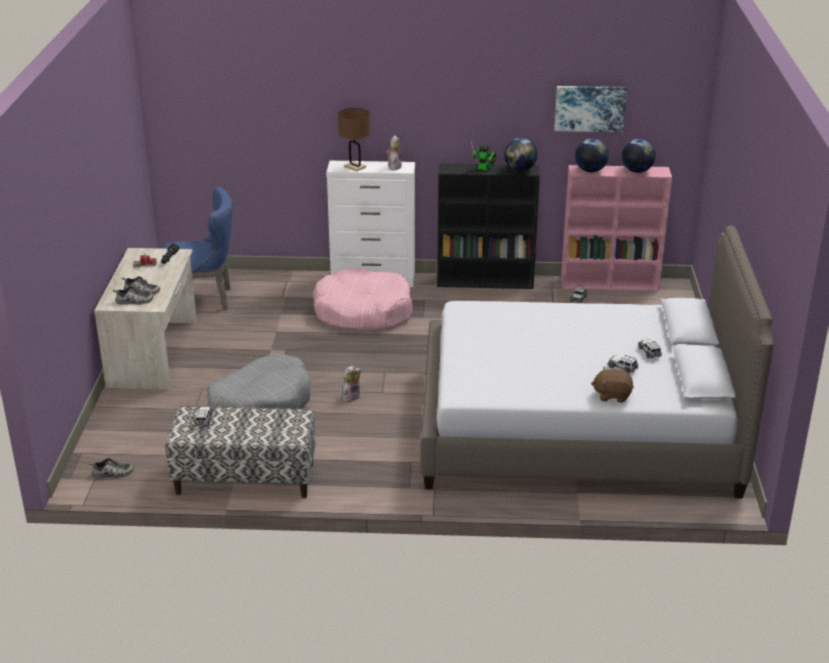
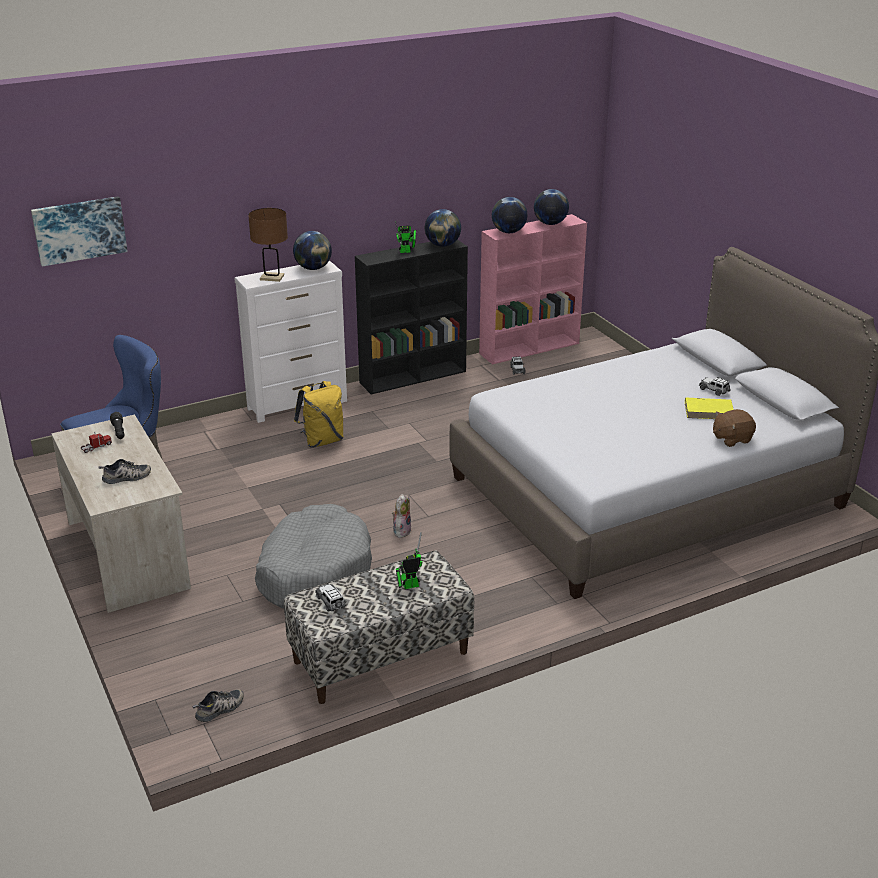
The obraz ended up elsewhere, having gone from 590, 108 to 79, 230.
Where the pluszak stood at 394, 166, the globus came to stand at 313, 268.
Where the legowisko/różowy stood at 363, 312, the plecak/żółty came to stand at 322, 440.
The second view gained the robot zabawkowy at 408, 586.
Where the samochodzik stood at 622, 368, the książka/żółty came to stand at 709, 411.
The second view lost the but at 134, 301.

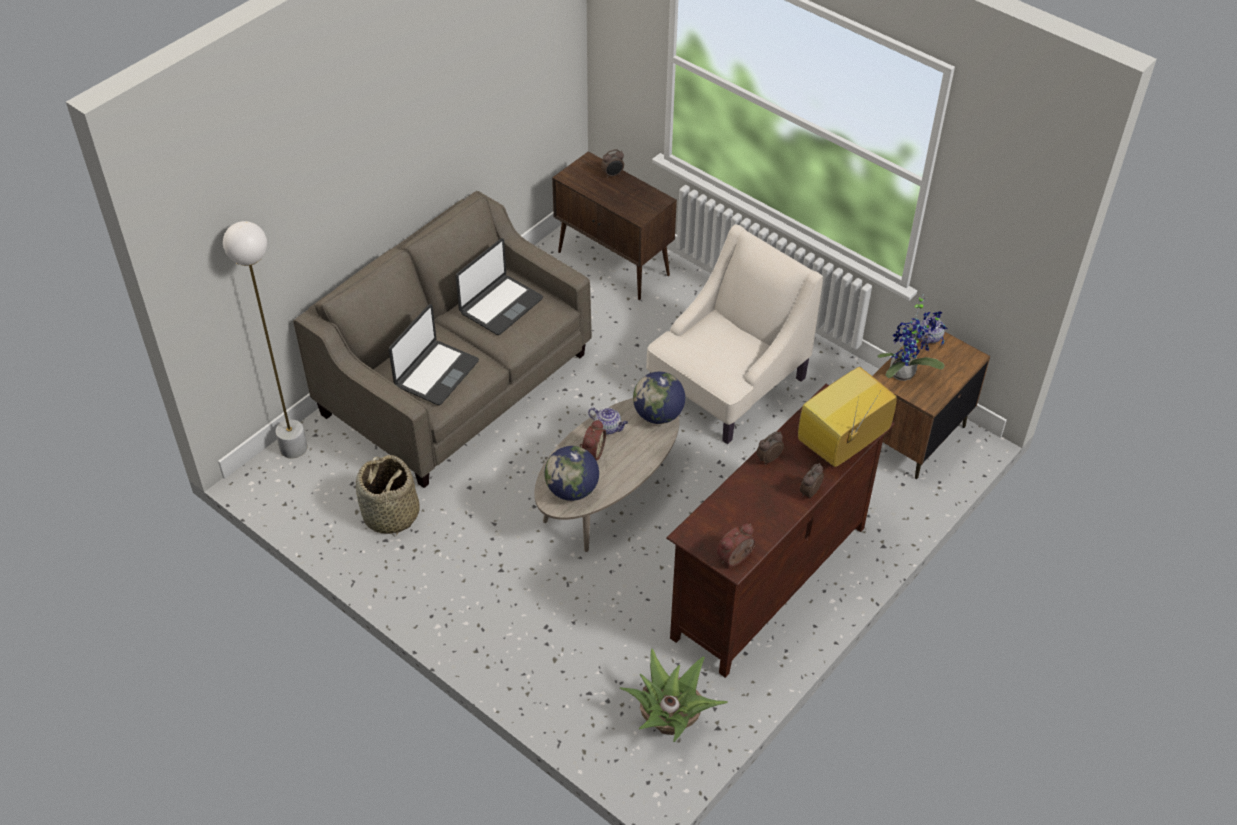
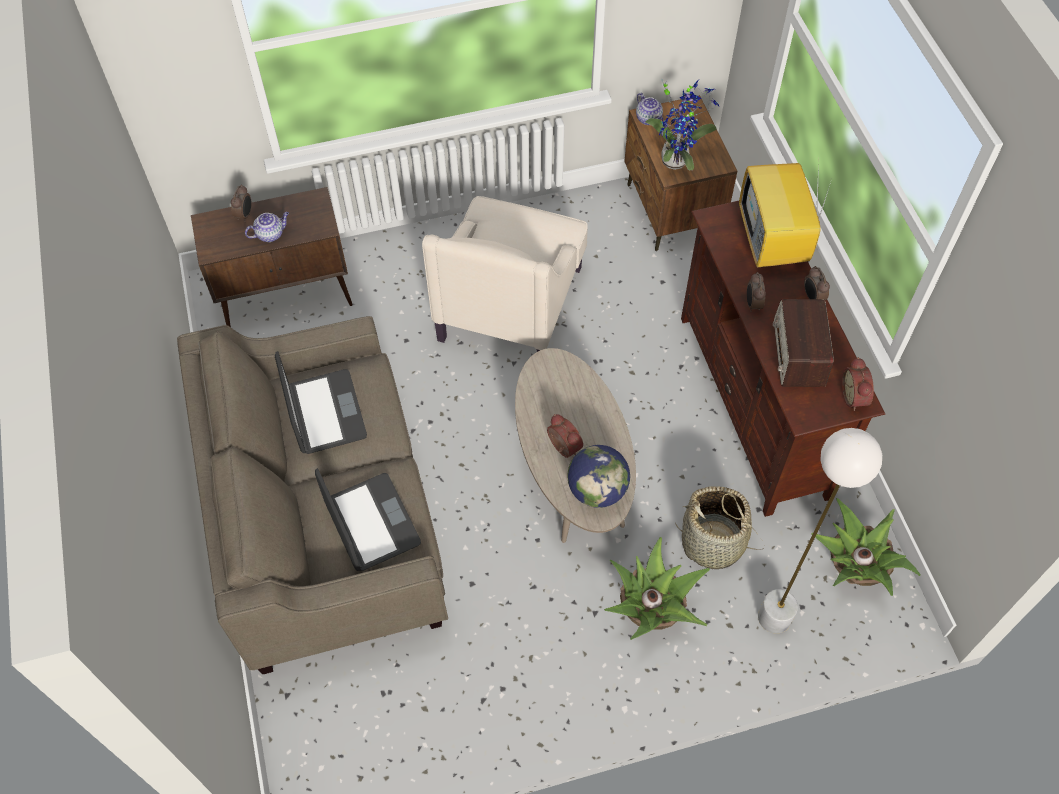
The imbryk ended up elsewhere, having gone from 608, 428 to 270, 234.
The fotel/beżowy at 726, 385 ended up facing another way, 150 degrees counterclockwise from before.
The second view gained the roślina doniczkowa at 651, 611.
The koszyk ended up elsewhere, having gone from 390, 515 to 713, 542.
The lampa stojąca/biały ended up elsewhere, having gone from 293, 448 to 774, 617.
The second view gained the radio at 798, 353.
The second view lost the globus at 658, 415.

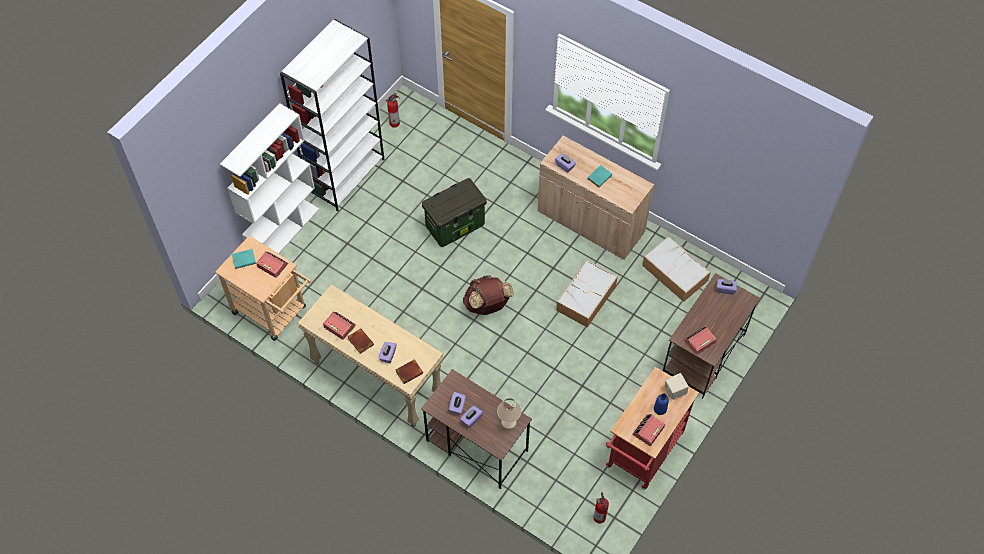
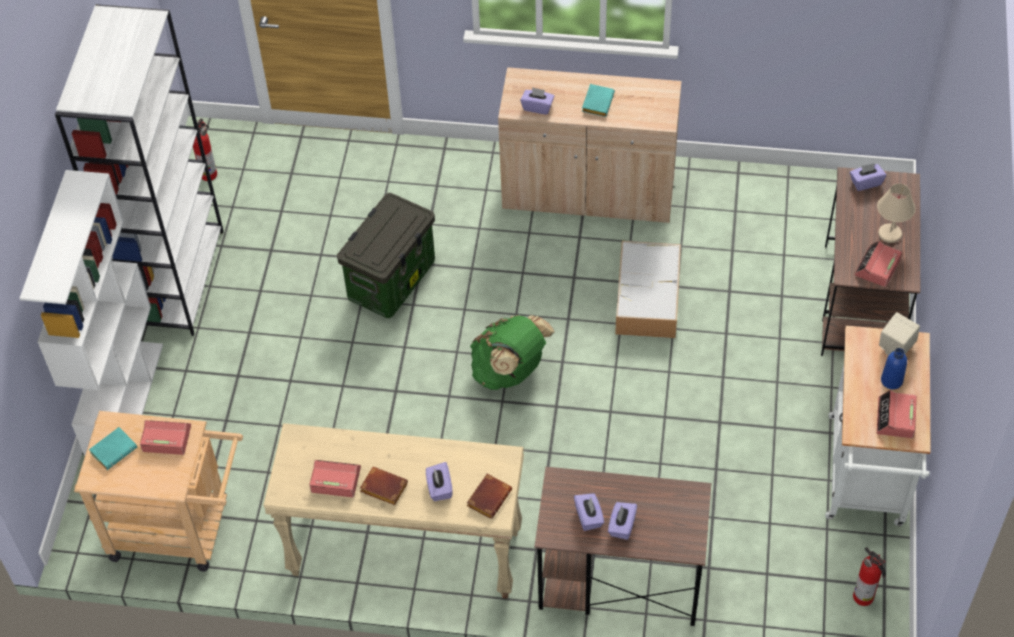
What was the plecak/brązowy at 487, 305 turned into the plecak/zielony at 510, 371.
What was the wózek/czerwony at 642, 454 turned into the wózek/biały at 866, 478.
The lampa stołowa/beżowy ended up elsewhere, having gone from 509, 422 to 890, 234.
The second view lost the pojemnik do przechowywania at 674, 272.

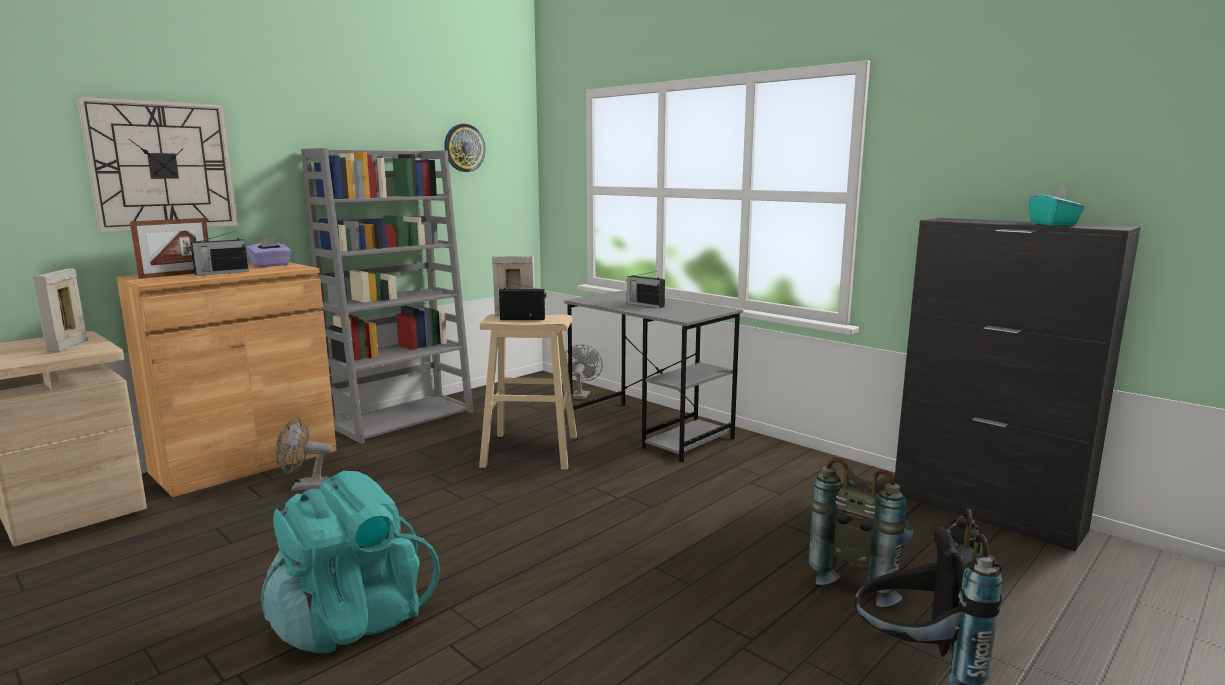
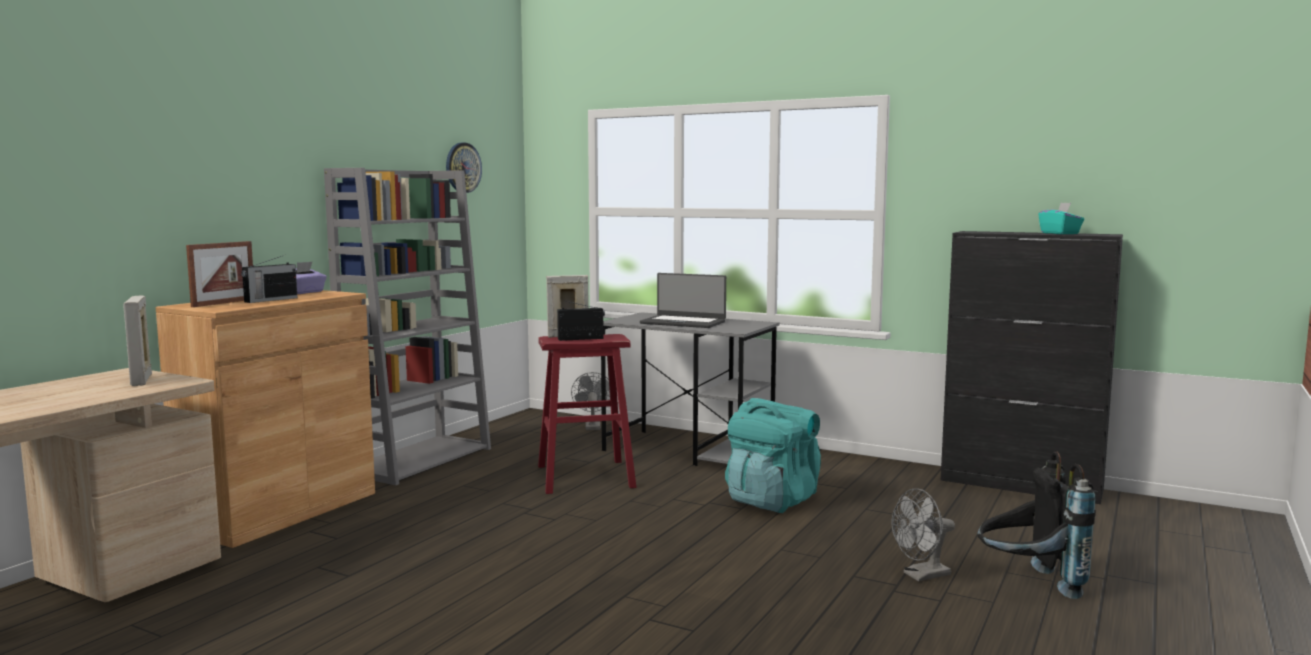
What was the stołek/beżowy at 530, 451 turned into the stołek/czerwony at 585, 476.
Where the radio stood at 644, 305, the laptop came to stand at 683, 322.
The plecak/turkusowy ended up elsewhere, having gone from 351, 621 to 771, 501.
The wentylator/szary ended up elsewhere, having gone from 304, 487 to 921, 576.
The second view lost the zegar ścienny at 162, 166.
The second view lost the plecak/szary at 861, 578.

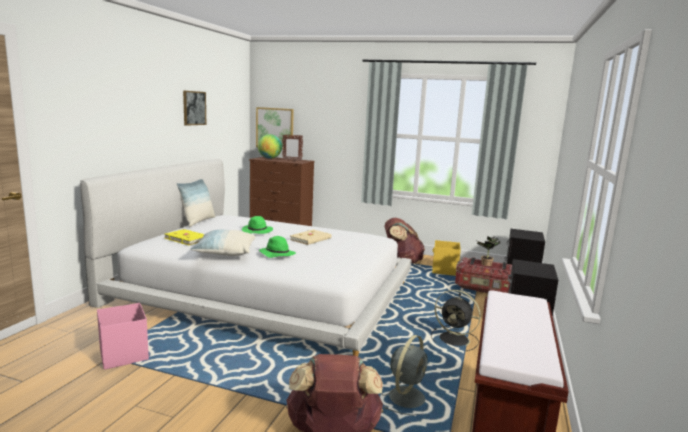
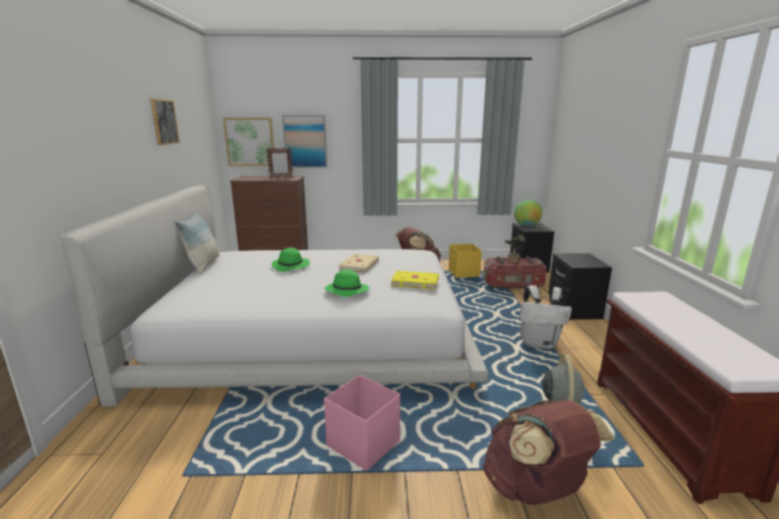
The second view gained the obraz at 305, 141.
The pojemnik do przechowywania/różowy ended up elsewhere, having gone from 124, 354 to 363, 443.
The książka/żółty ended up elsewhere, having gone from 187, 239 to 415, 282.
The globus ended up elsewhere, having gone from 269, 158 to 526, 226.
Where the wentylator/czarny stood at 455, 340, the plecak/biały came to stand at 539, 343.
The second view lost the poduszka at 225, 253.

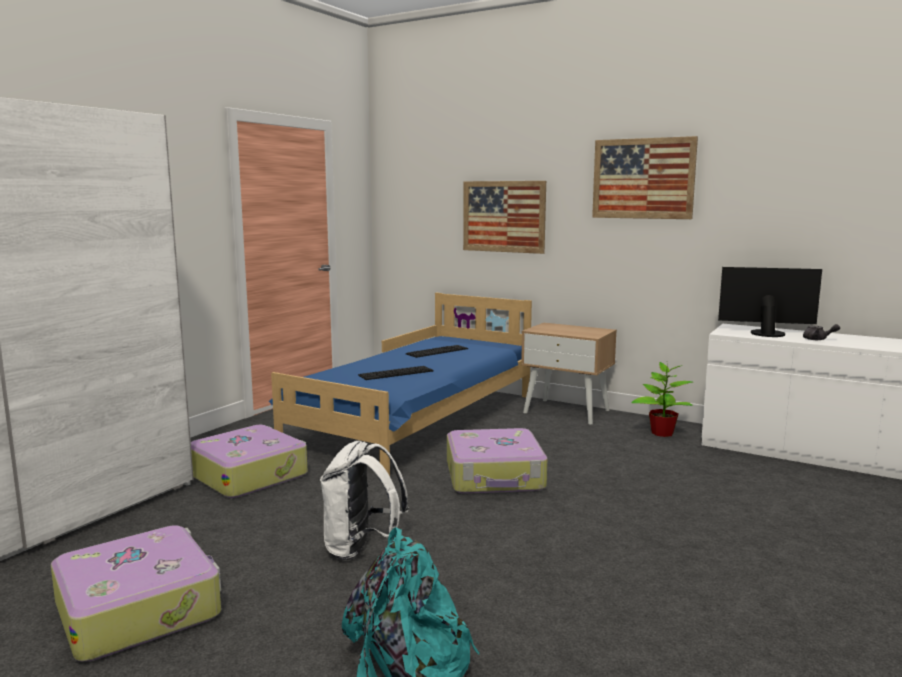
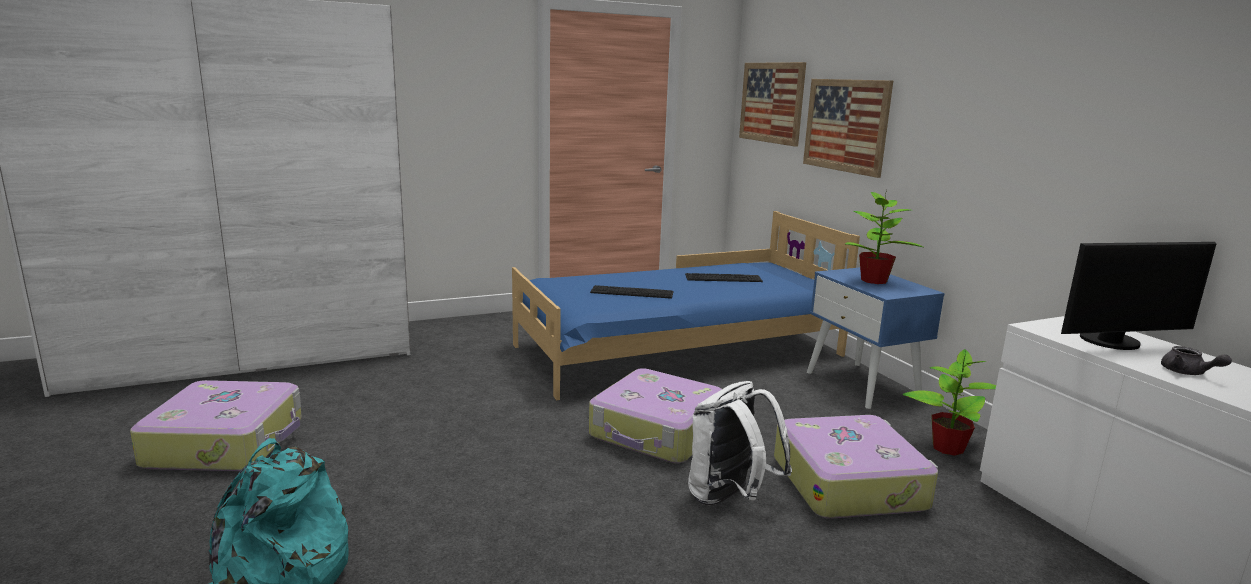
The plecak/biały ended up elsewhere, having gone from 361, 549 to 730, 498.
The obraz ended up elsewhere, having gone from 643, 178 to 771, 102.
The walizka ended up elsewhere, having gone from 249, 474 to 849, 482.
What was the szafka nocna/beżowy at 567, 411 turned into the szafka nocna/niebieski at 863, 384.
The second view gained the roślina doniczkowa at 874, 281.
The monitor at 766, 333 ended up facing another way, 120 degrees clockwise from before.

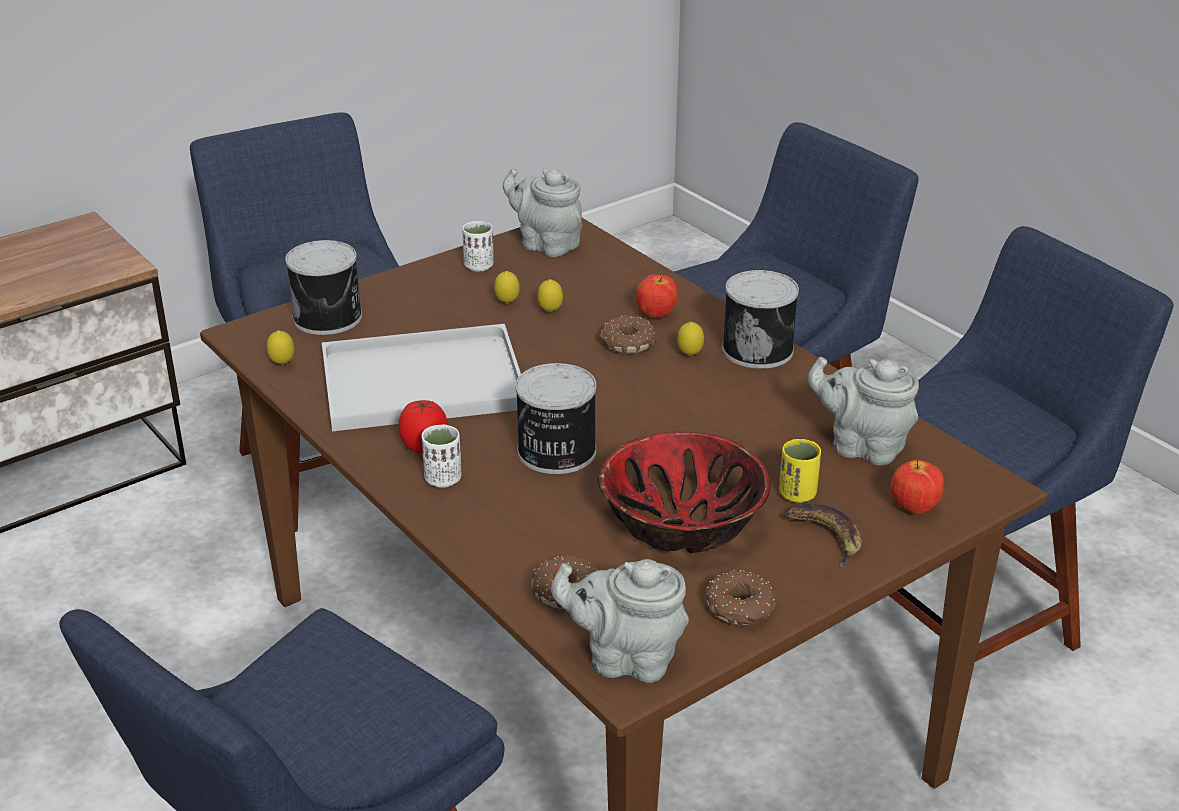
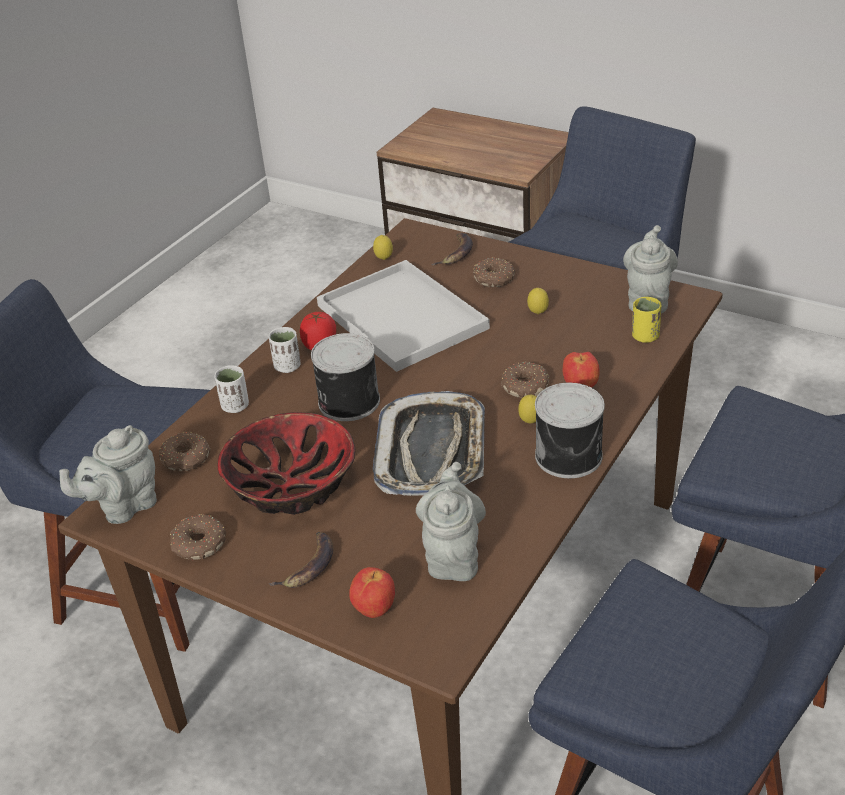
The imbryk/szary at 625, 658 ended up facing another way, 120 degrees counterclockwise from before.
The filiżanka/biały ended up elsewhere, having gone from 479, 266 to 235, 406.
The second view gained the taca at 432, 452.
Where the puszka stood at 329, 317, the banan came to stand at 456, 253.
The second view gained the donut at 494, 279.
The filiżanka/żółty ended up elsewhere, having gone from 797, 494 to 645, 336.
The second view lost the cytryna at 550, 312.

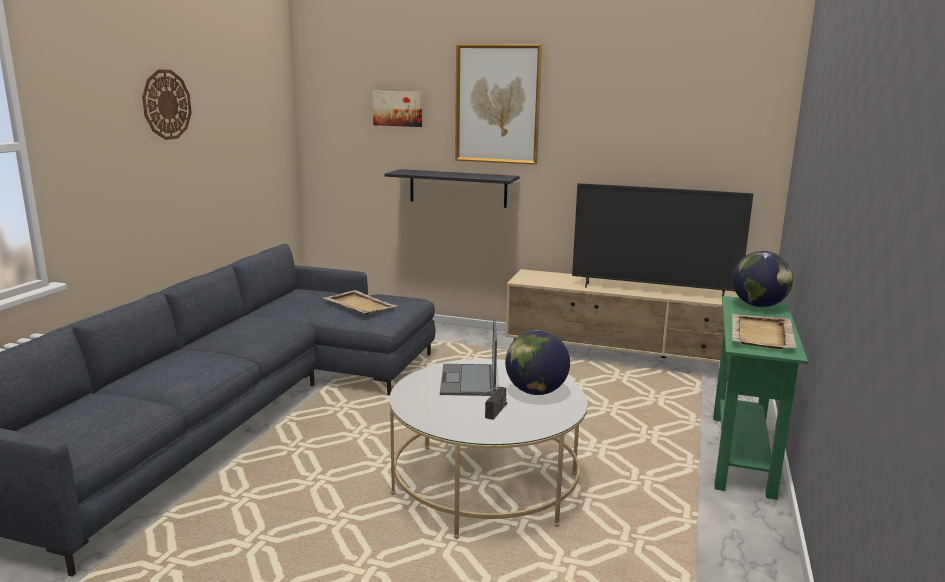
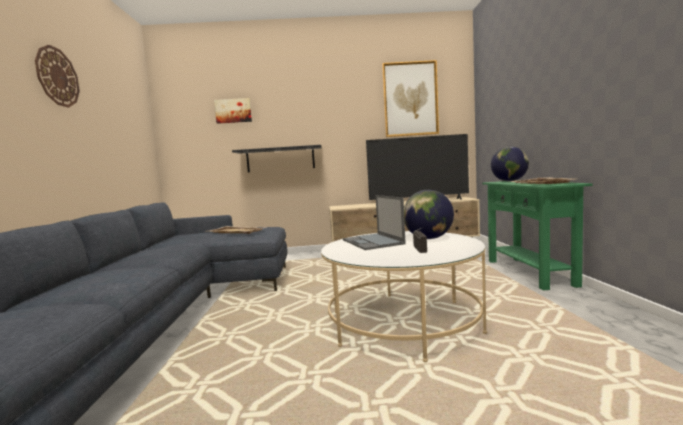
The obraz ended up elsewhere, having gone from 497, 104 to 410, 99.

